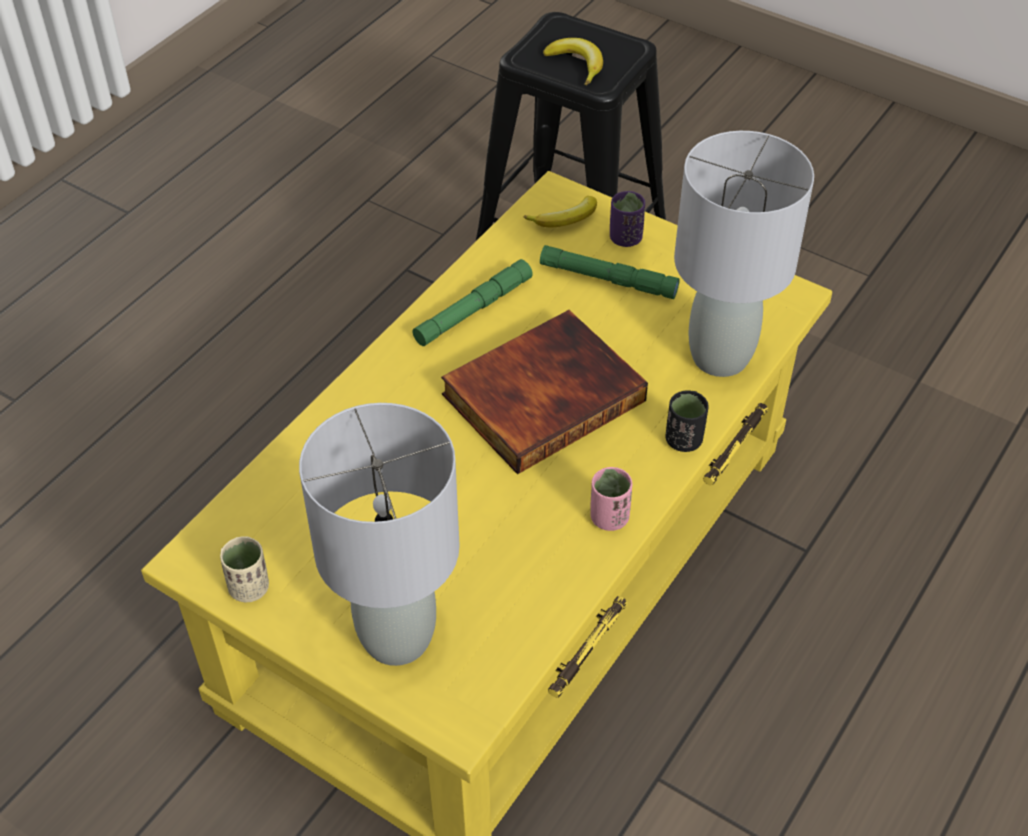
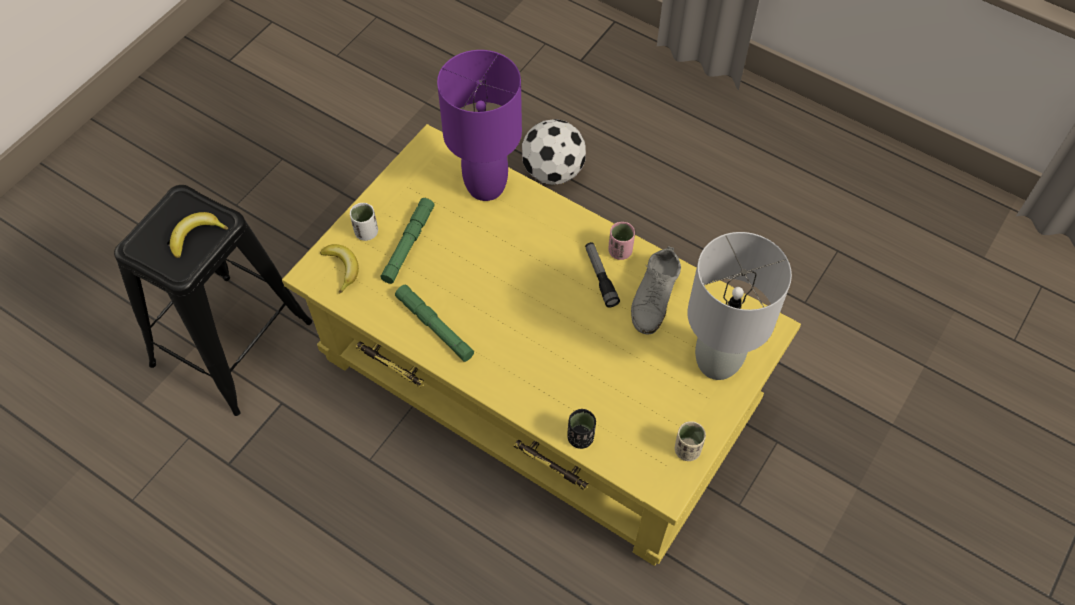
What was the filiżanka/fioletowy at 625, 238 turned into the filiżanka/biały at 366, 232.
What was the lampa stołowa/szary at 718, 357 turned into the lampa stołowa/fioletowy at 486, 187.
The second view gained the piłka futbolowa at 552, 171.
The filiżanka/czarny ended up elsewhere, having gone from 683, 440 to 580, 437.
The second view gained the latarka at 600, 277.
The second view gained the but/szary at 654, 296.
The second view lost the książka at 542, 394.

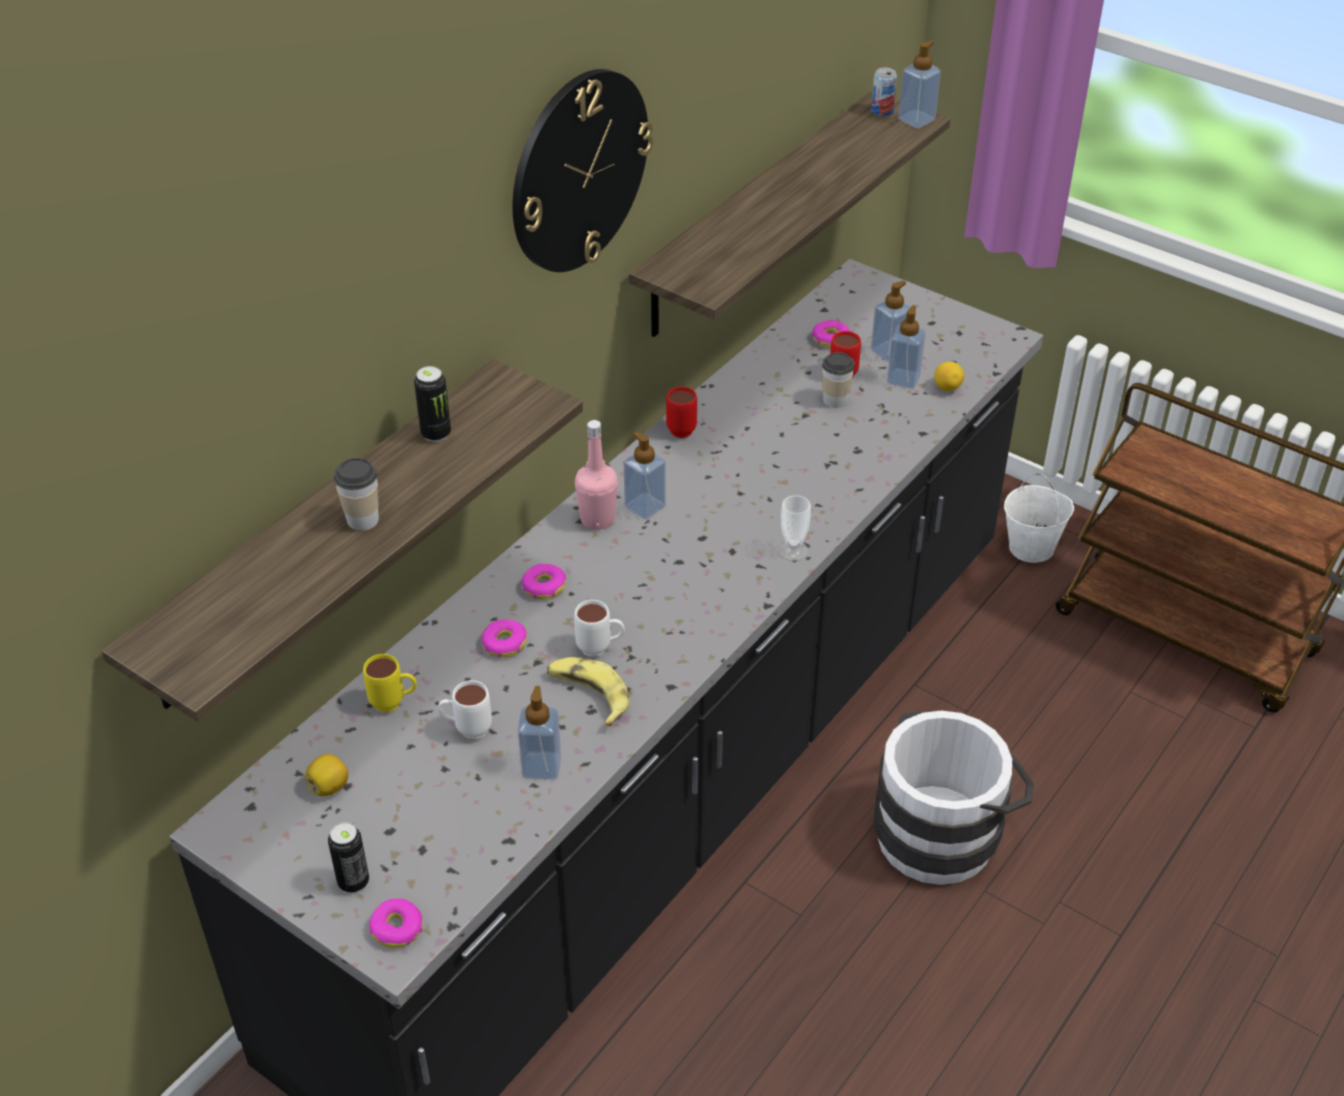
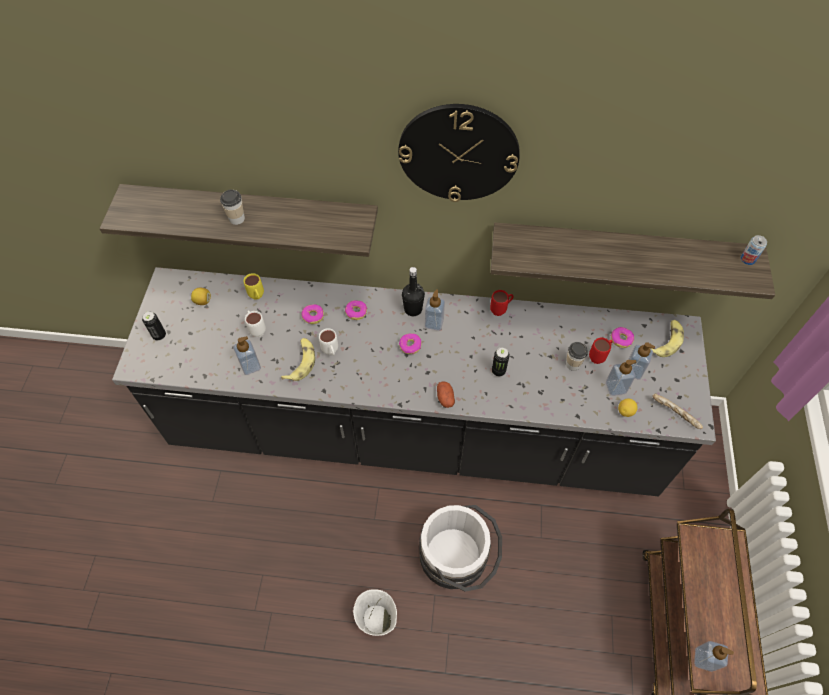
The wiadro/biały ended up elsewhere, having gone from 1031, 547 to 377, 620.
The donut ended up elsewhere, having gone from 397, 929 to 410, 346.
What was the butelka/różowy at 597, 519 turned into the butelka/czarny at 413, 309.
Where the filiżanka stood at 793, 550, the ziemniak came to stand at 445, 397.
The puszka ended up elsewhere, having gone from 436, 434 to 498, 371.
The second view gained the banan at 666, 341.
The second view gained the chleb at 675, 414.
The dozownik mydła ended up elsewhere, having gone from 916, 120 to 704, 659.

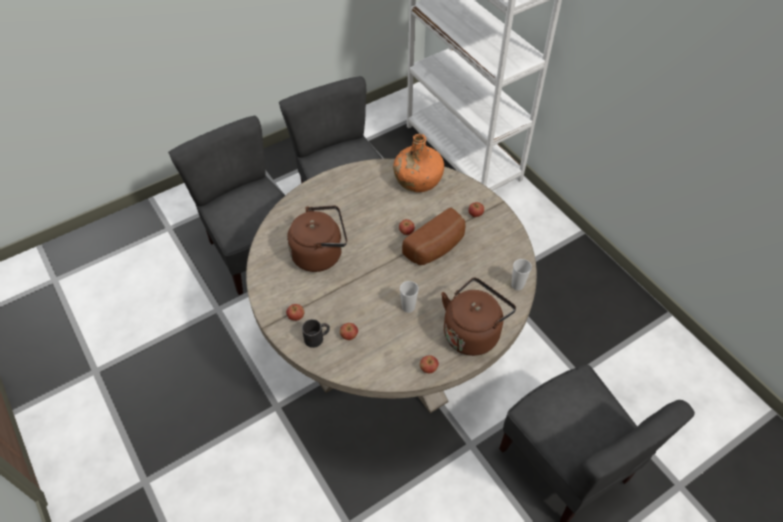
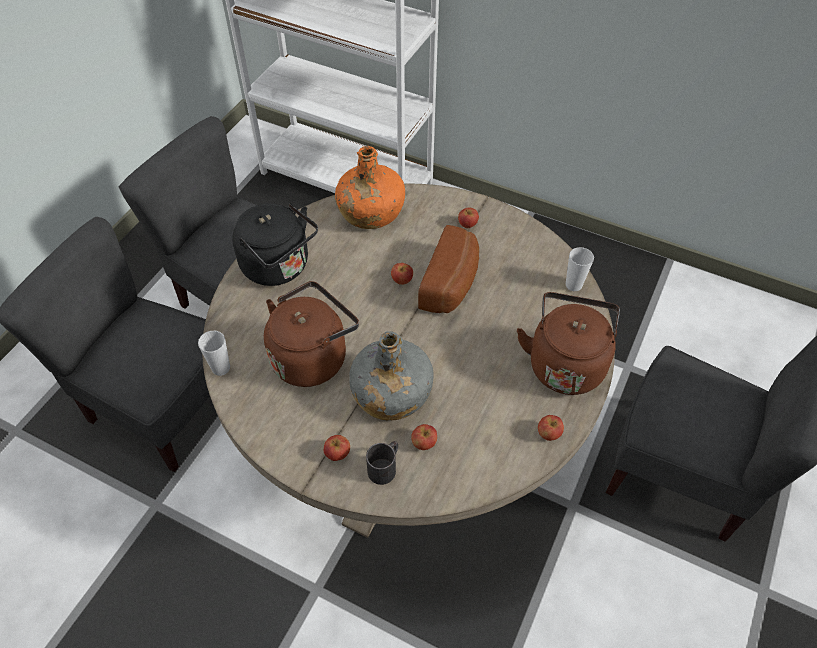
The filiżanka ended up elsewhere, having gone from 408, 307 to 221, 368.
The second view gained the czajnik/czarny at 279, 267.
The second view gained the butelka/szary at 390, 394.

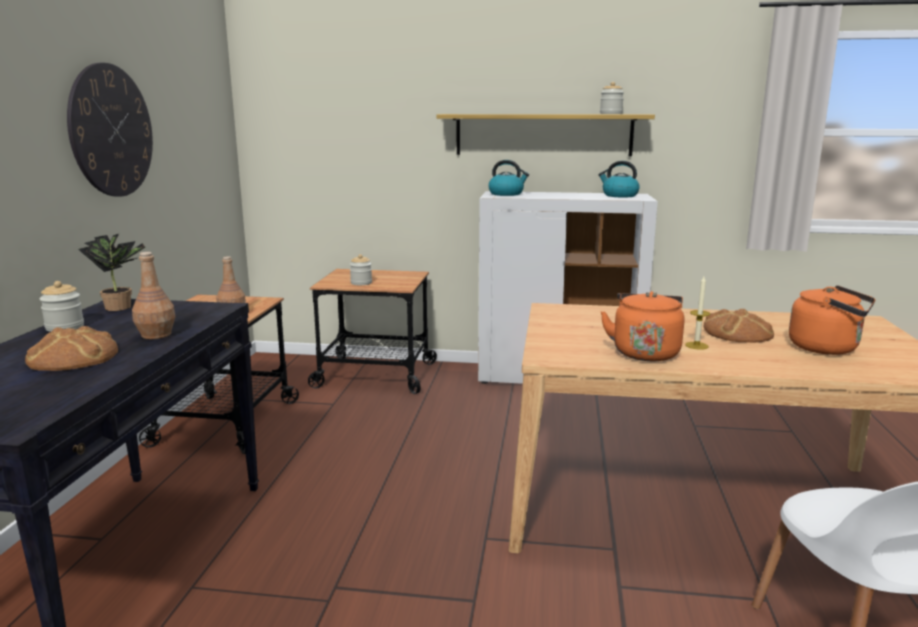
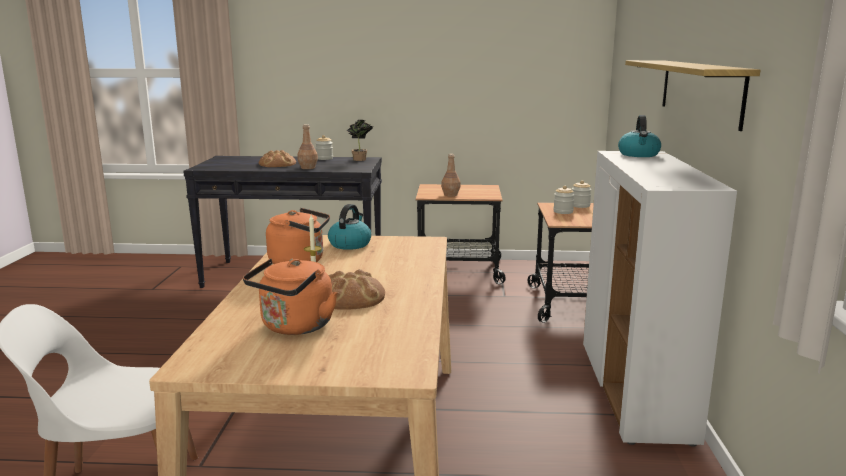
The czajnik ended up elsewhere, having gone from 619, 195 to 350, 244.
The słoik ended up elsewhere, having gone from 611, 114 to 580, 205.
The second view lost the zegar ścienny at 111, 131.

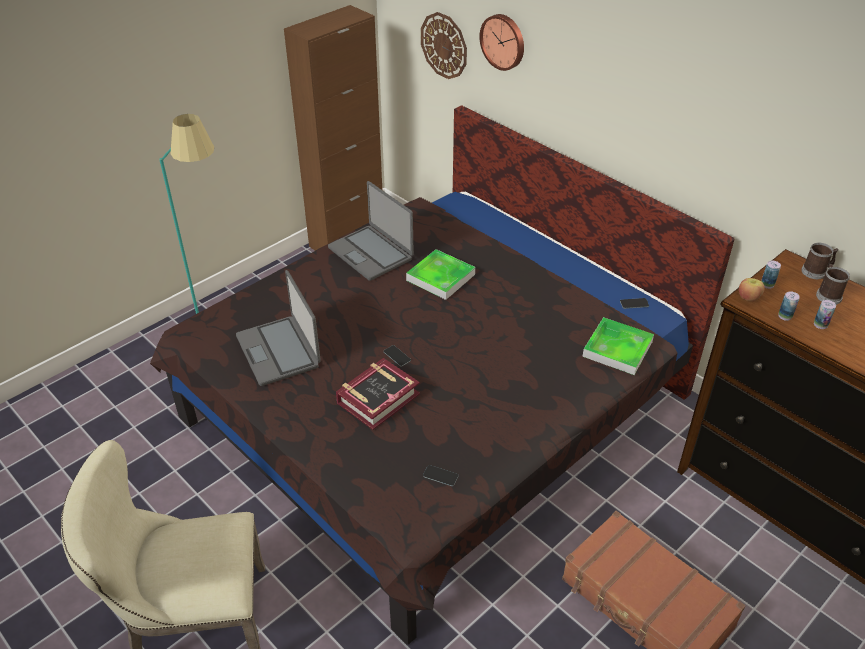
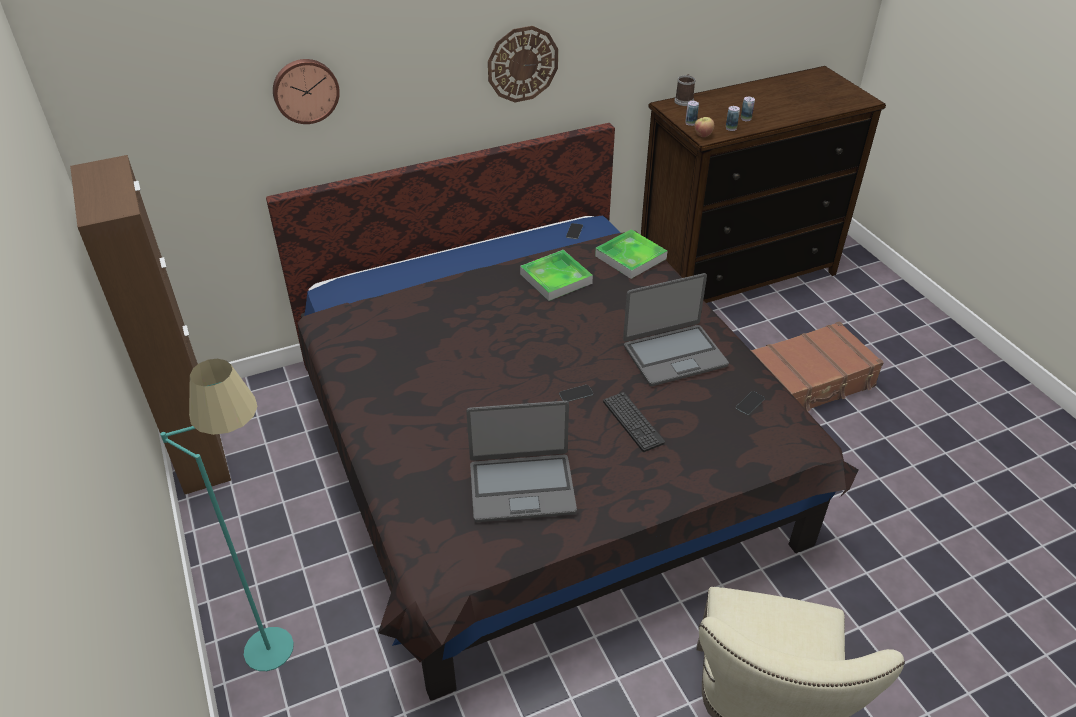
The zegar ścienny ended up elsewhere, having gone from 444, 45 to 522, 64.
The taca ended up elsewhere, having gone from 440, 277 to 556, 278.
Where the książka stood at 378, 398, the klawiatura came to stand at 633, 422.
The laptop ended up elsewhere, having gone from 371, 253 to 674, 355.
The second view lost the kubek at 827, 295.

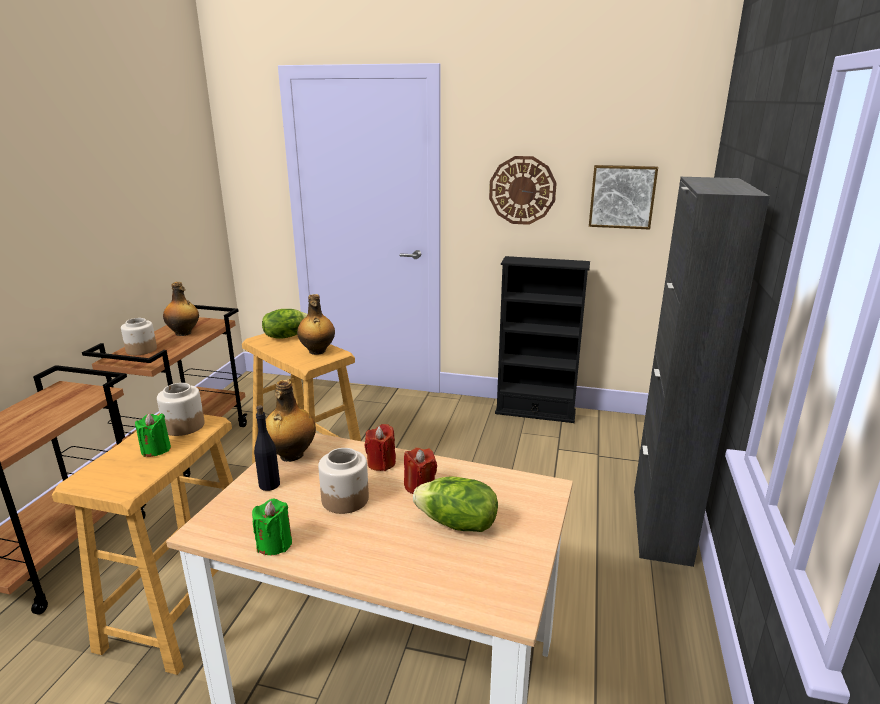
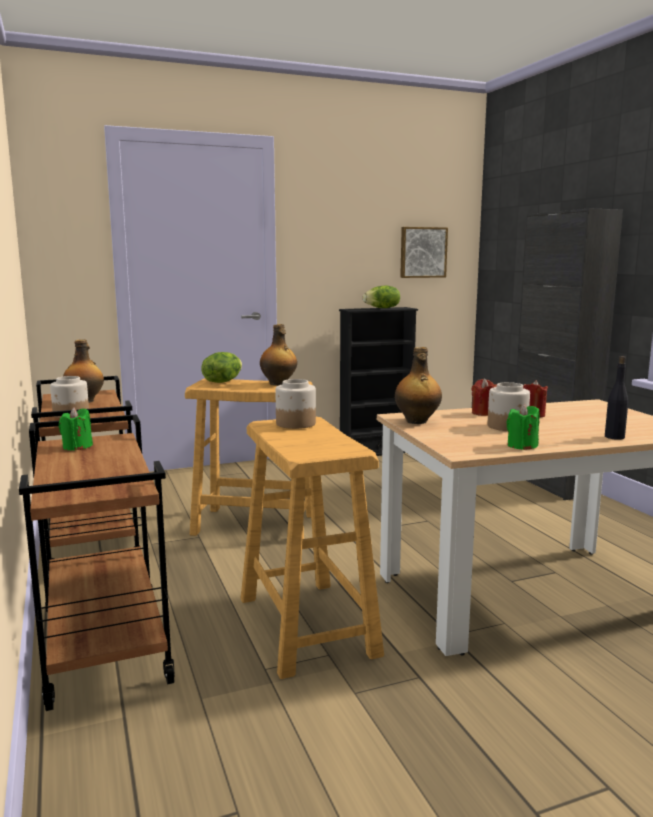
The świeca/zielony ended up elsewhere, having gone from 156, 449 to 77, 447.
The sałata ended up elsewhere, having gone from 457, 524 to 382, 308.
The butelka/czarny ended up elsewhere, having gone from 269, 484 to 614, 437.
The second view lost the zegar ścienny at 522, 190.

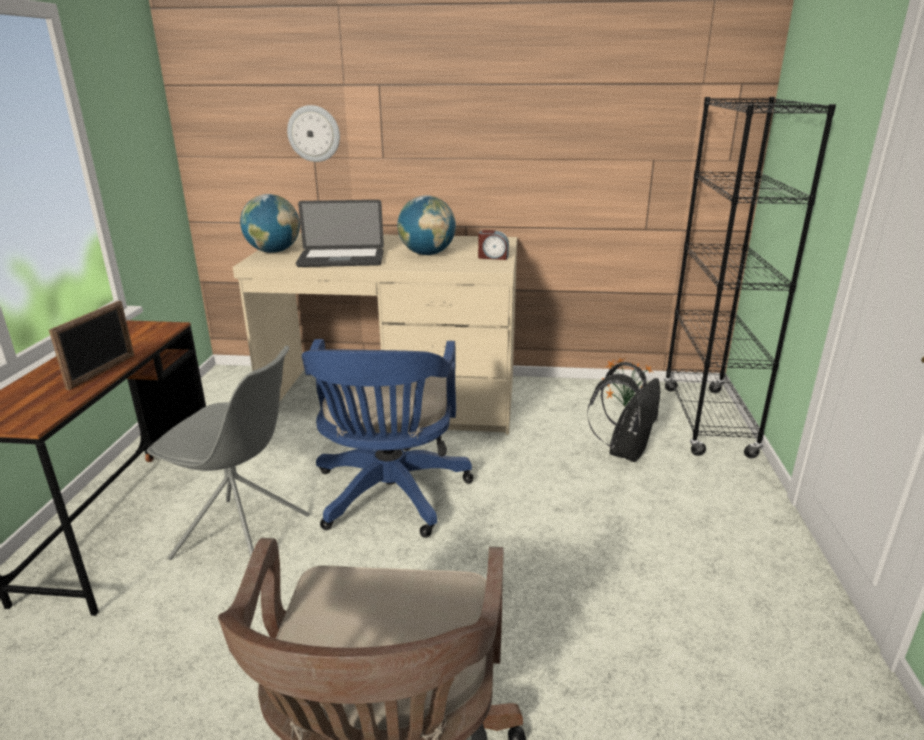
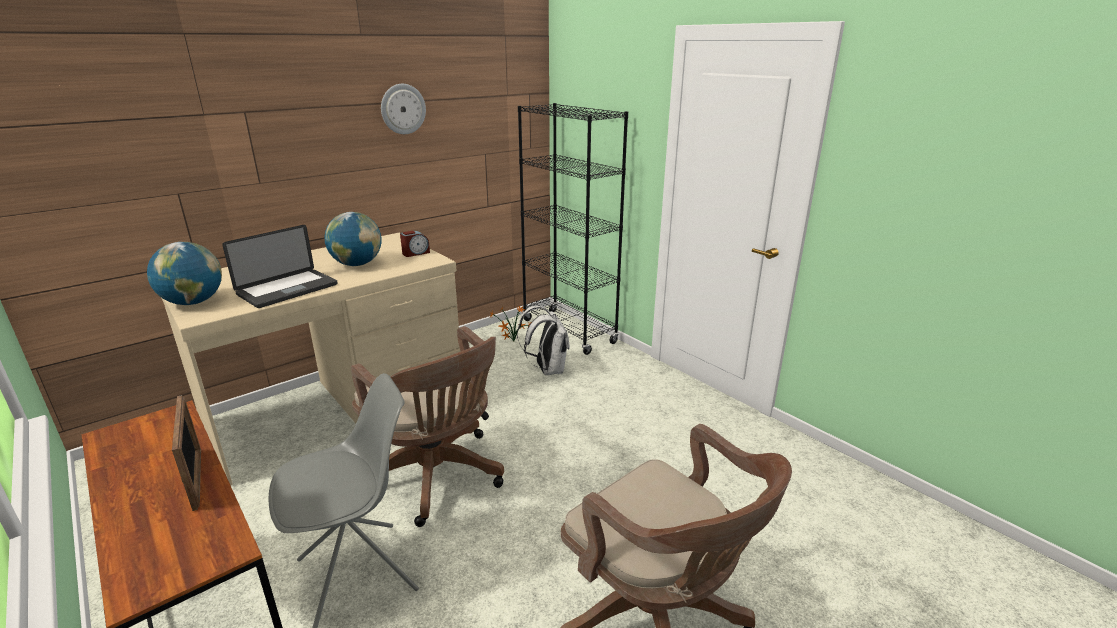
What was the krzesło biurowe/niebieski at 389, 497 turned into the krzesło biurowe/brązowy at 437, 477.
The zegar ścienny ended up elsewhere, having gone from 314, 133 to 403, 109.
What was the plecak/czarny at 624, 450 turned into the plecak/biały at 547, 369.

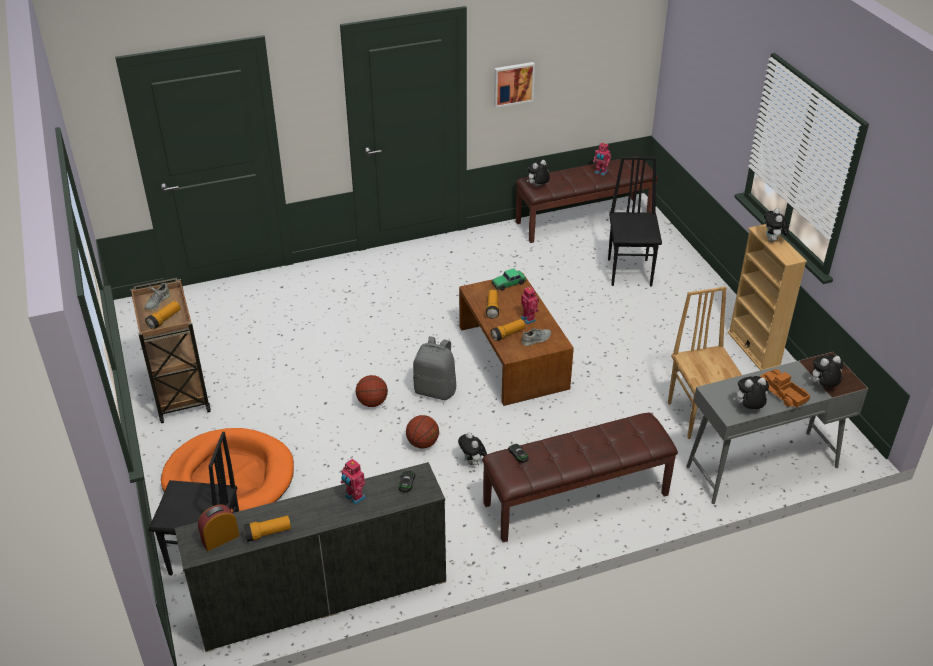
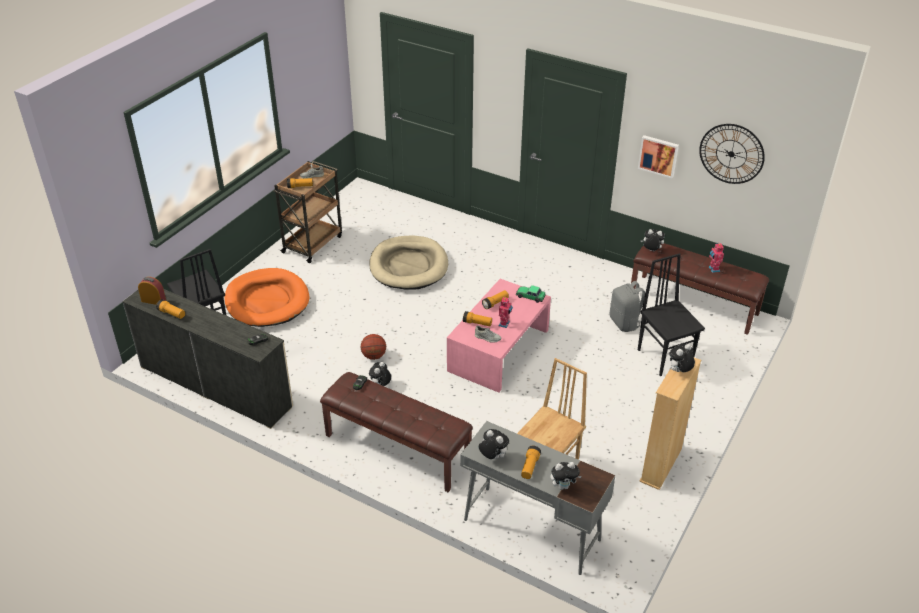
The second view gained the legowisko/beżowy at 408, 266.
What was the ława/brązowy at 512, 357 turned into the ława/różowy at 498, 350.
Where the ciężarówka zabawkowa stood at 781, 393, the latarka came to stand at 530, 467.
The pluszak at 822, 386 ended up facing another way, 135 degrees clockwise from before.
The plecak/szary ended up elsewhere, having gone from 436, 390 to 625, 323.
The krzesło/czarny at 630, 272 ended up facing another way, 75 degrees counterclockwise from before.
The second view gained the zegar ścienny at 731, 154.
The second view lost the robot zabawkowy at 354, 498.
The second view lost the piłka do koszykówki at 372, 402.

